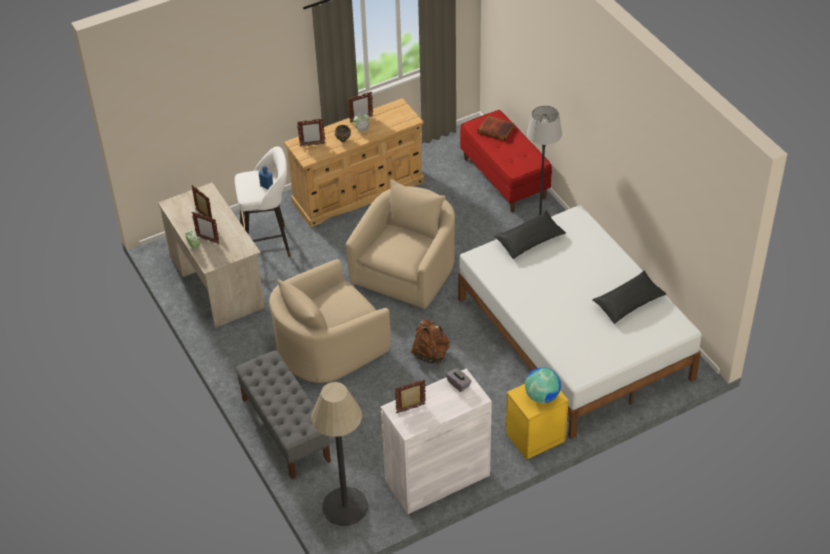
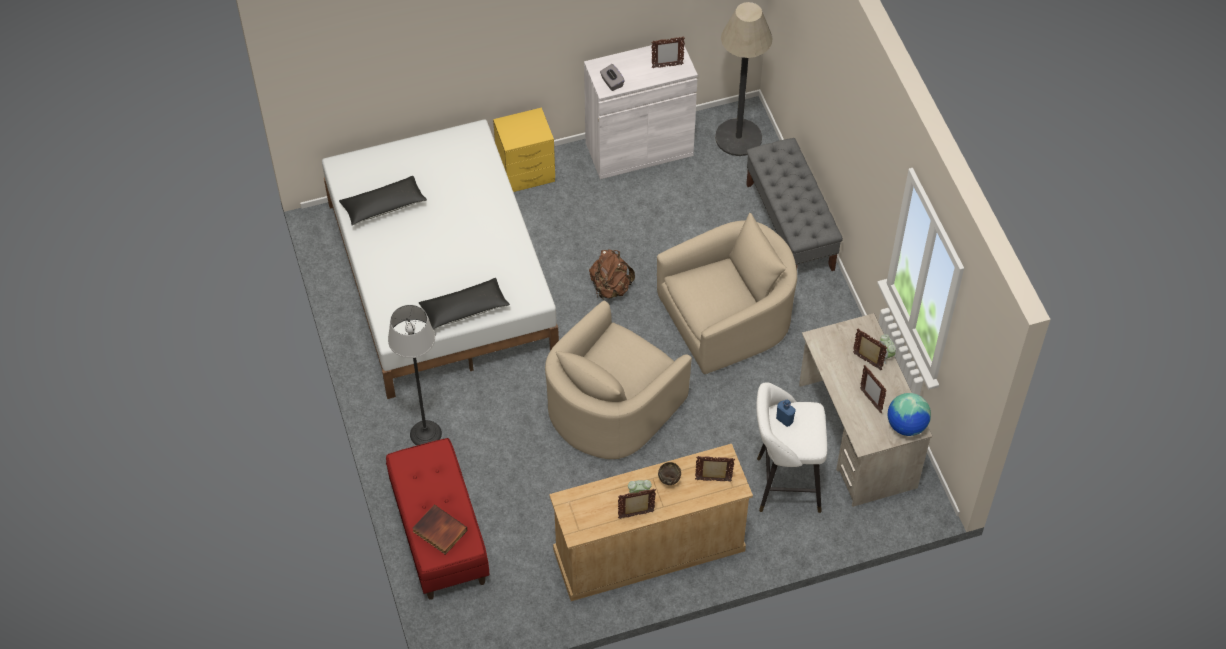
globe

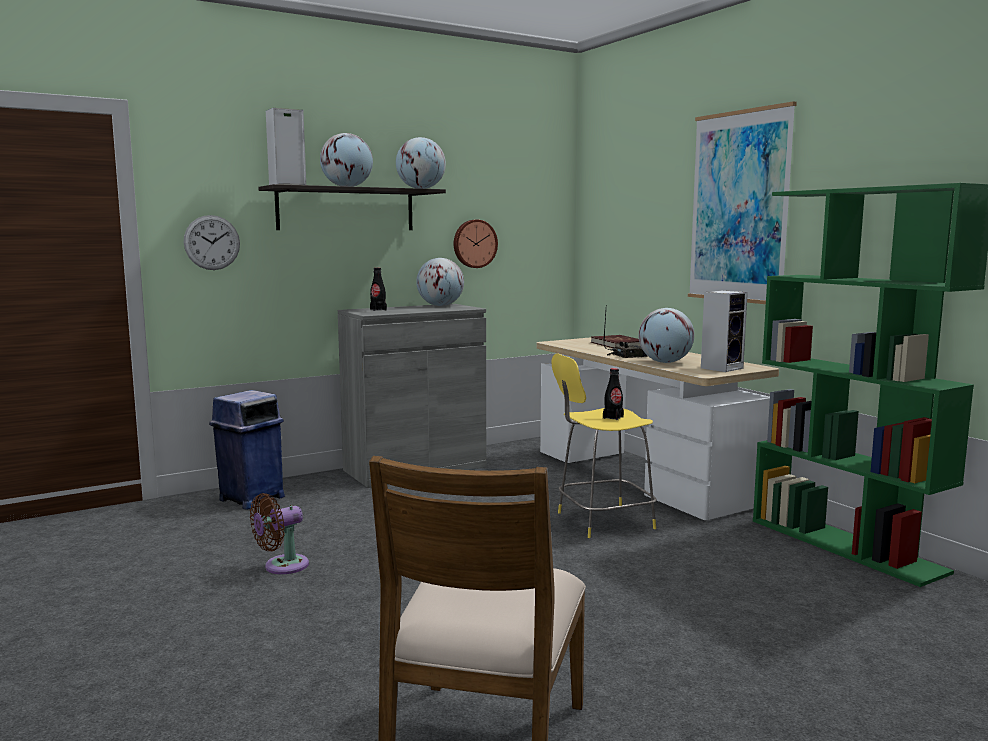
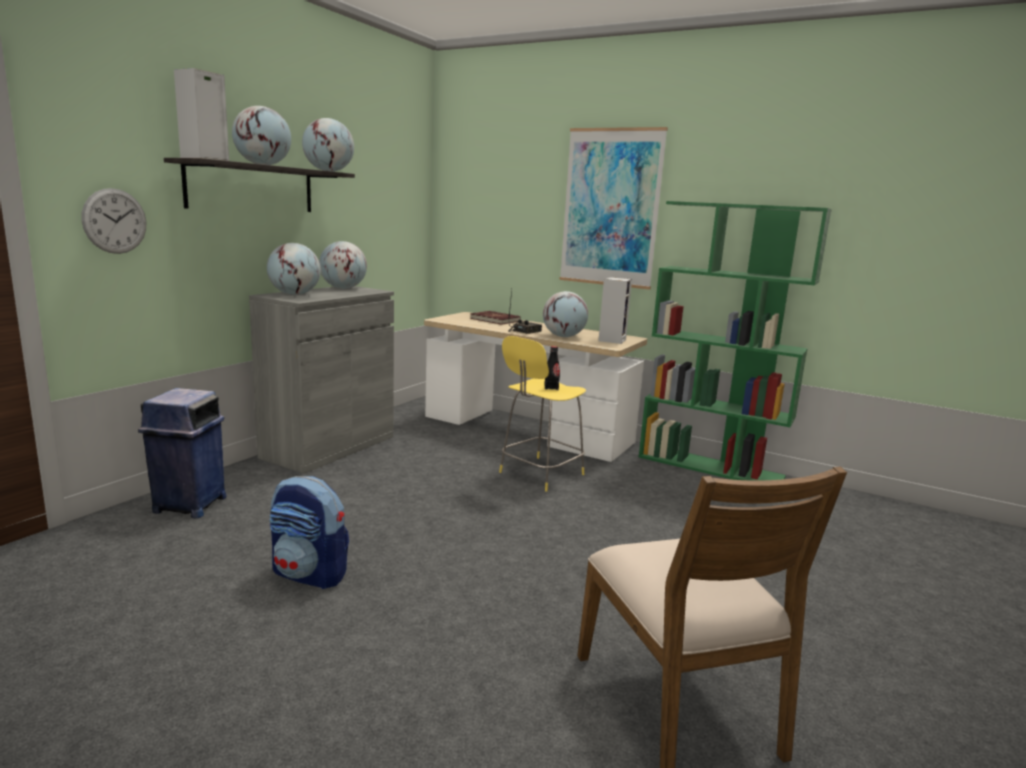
wall clock (no. 2 from left in the first image)
globe (no. 2 from left)
backpack

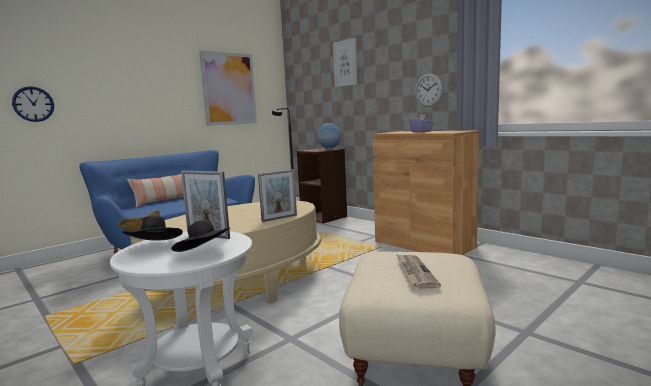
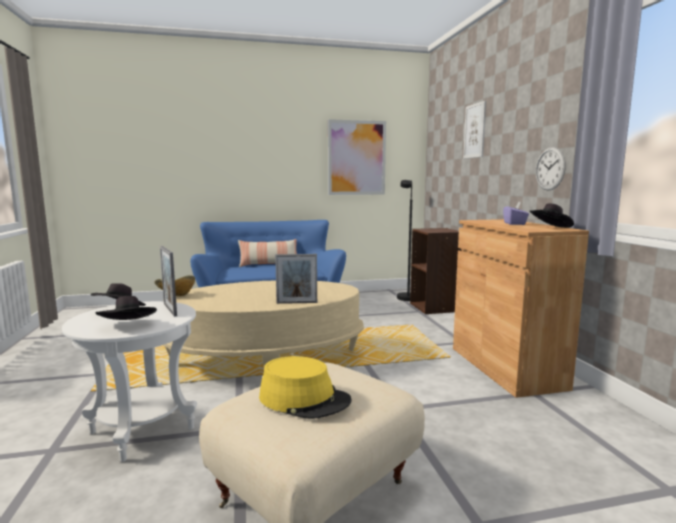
wall clock (no. 1 from left in the first image)
globe
yellow hat
black hat (no. 3 from left)

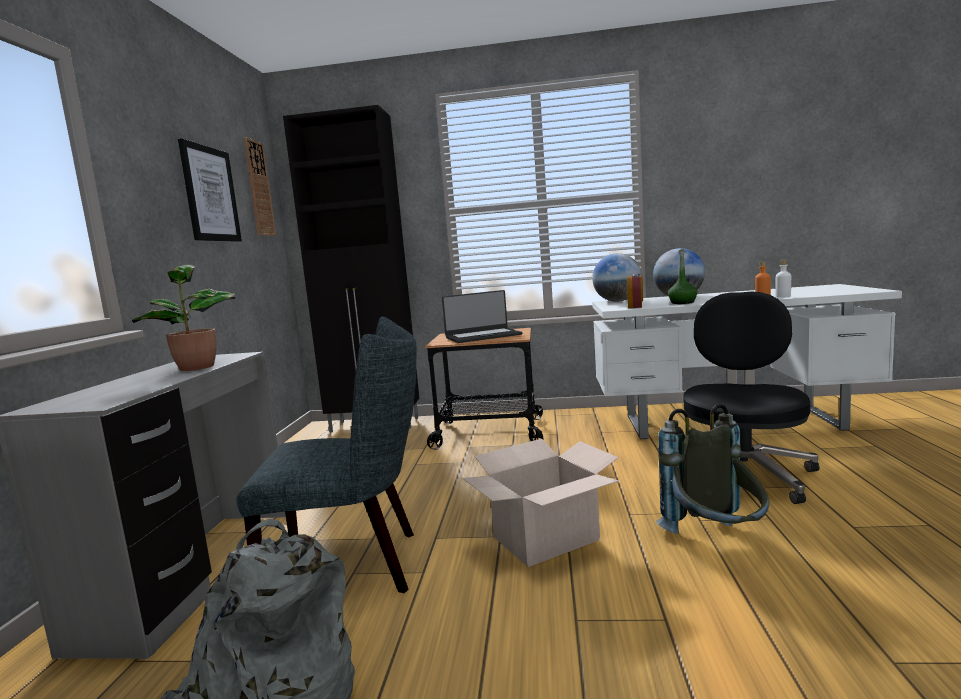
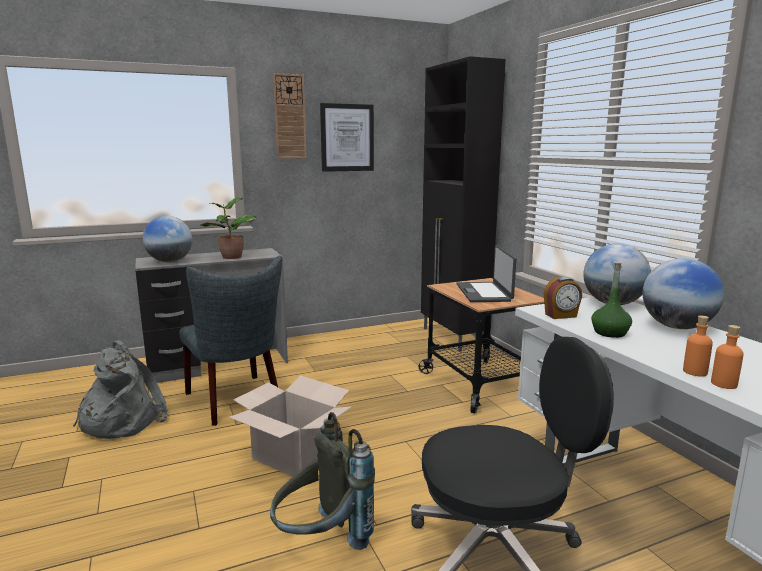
wall clock
orange bottle (no. 2 from left)
laptop
globe (no. 1 from left)

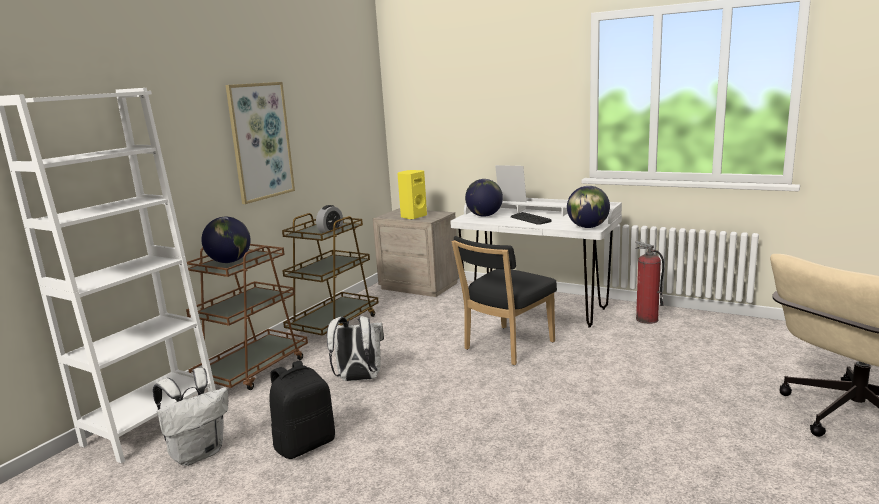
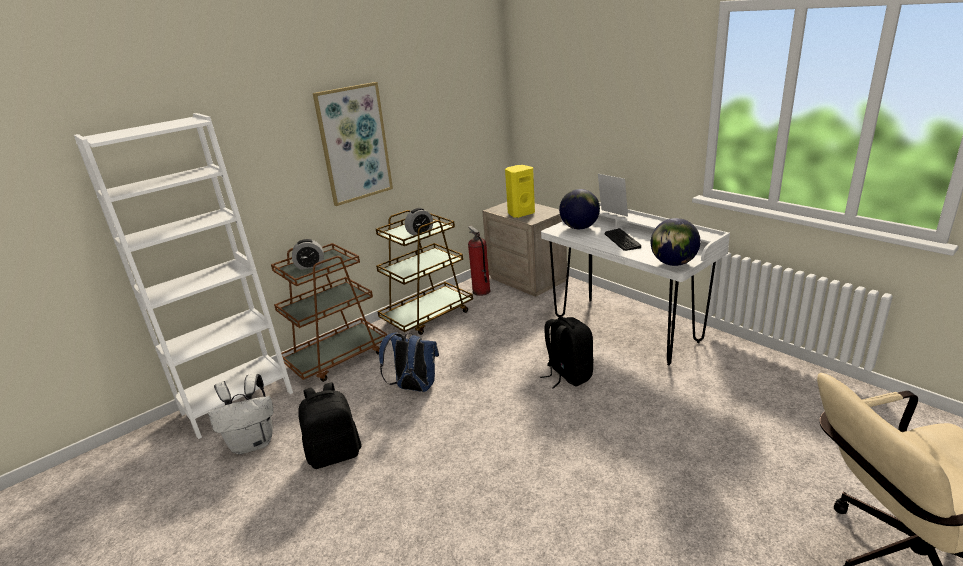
alarm clock (no. 1 from left)
black backpack (no. 2 from left)
fire extinguisher
blue backpack

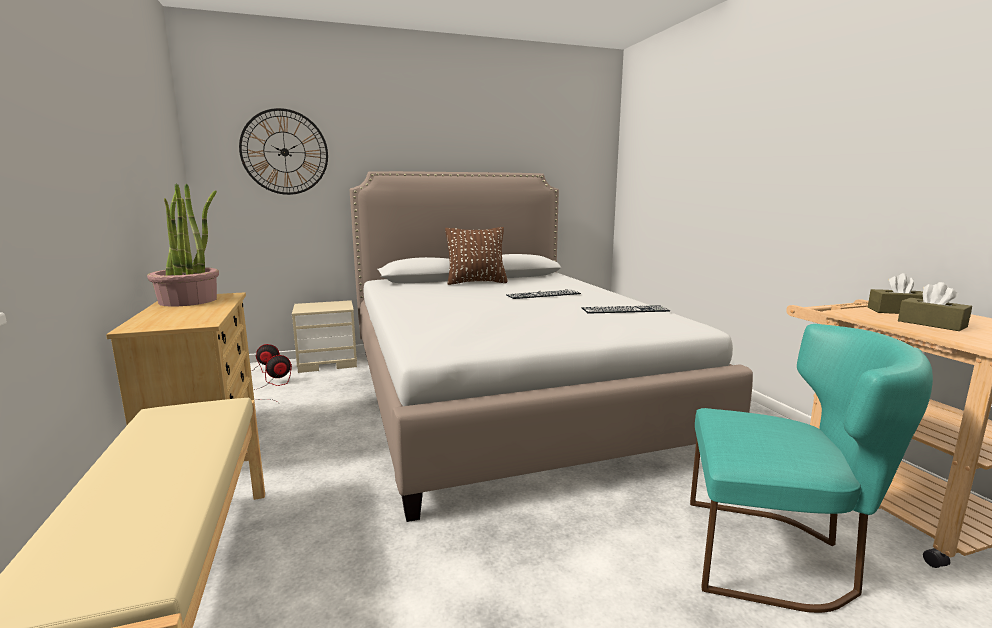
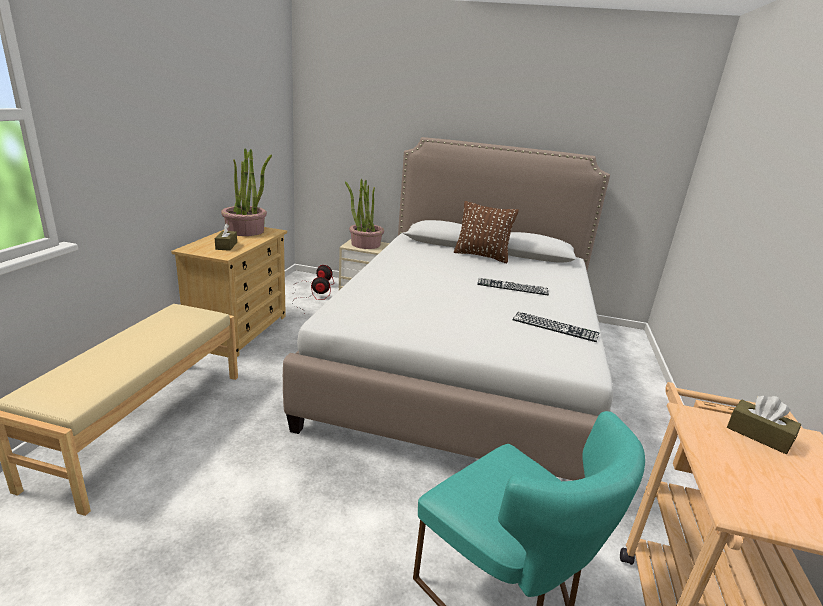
wall clock
brown tissue box (no. 1 from left)
potted plant (no. 2 from left)

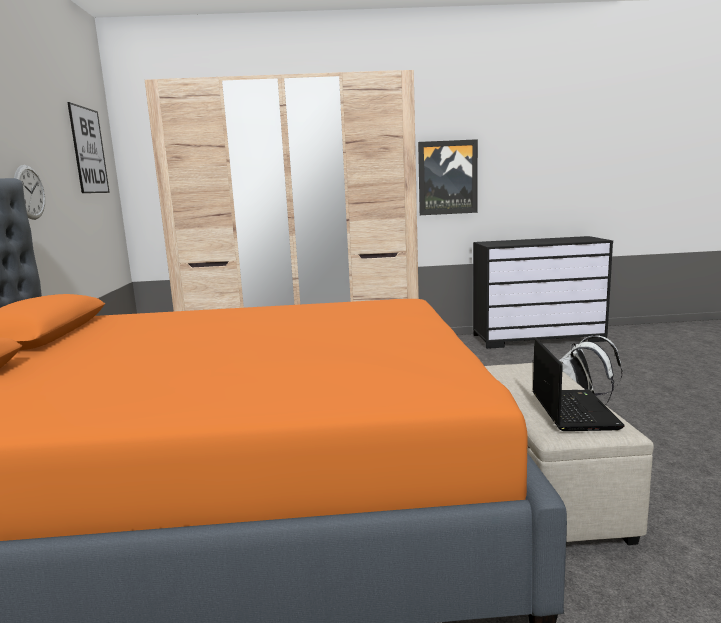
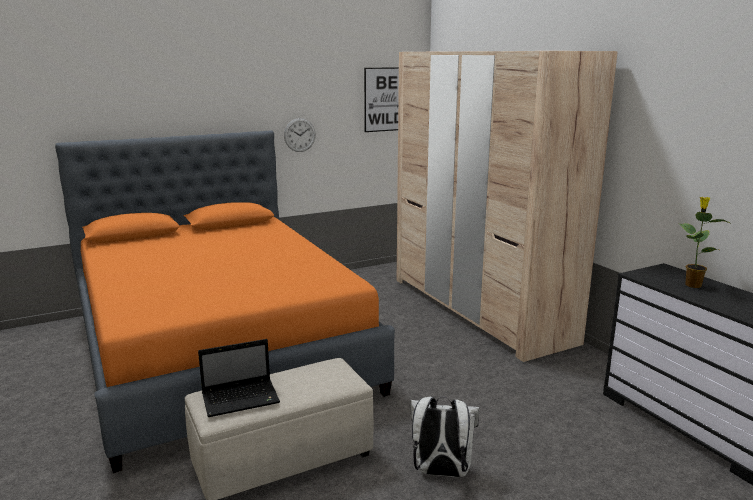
picture (no. 2 from left in the first image)
potted plant

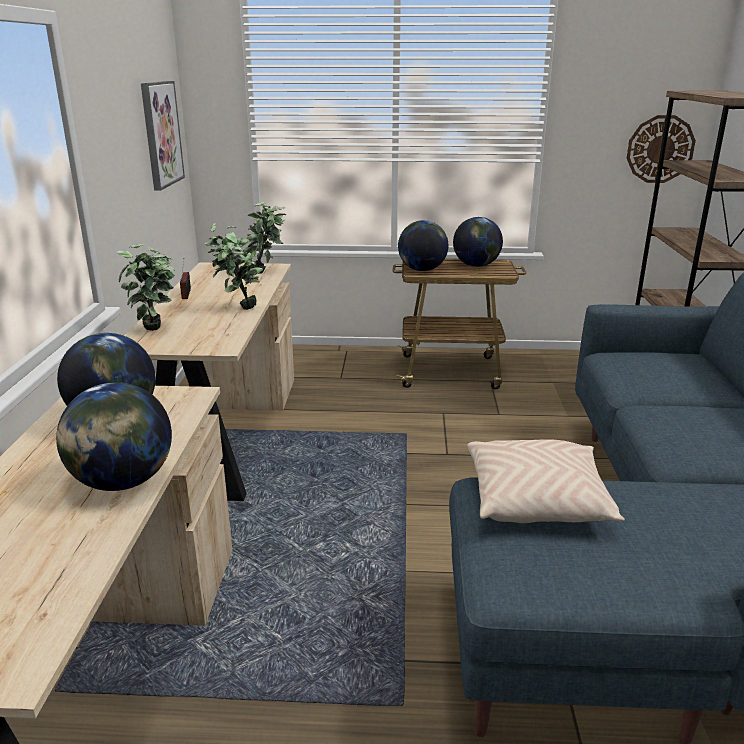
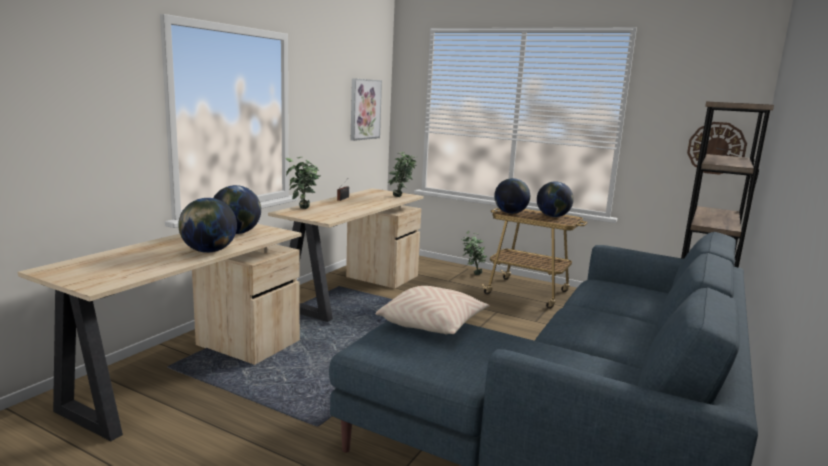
potted plant (no. 3 from left)

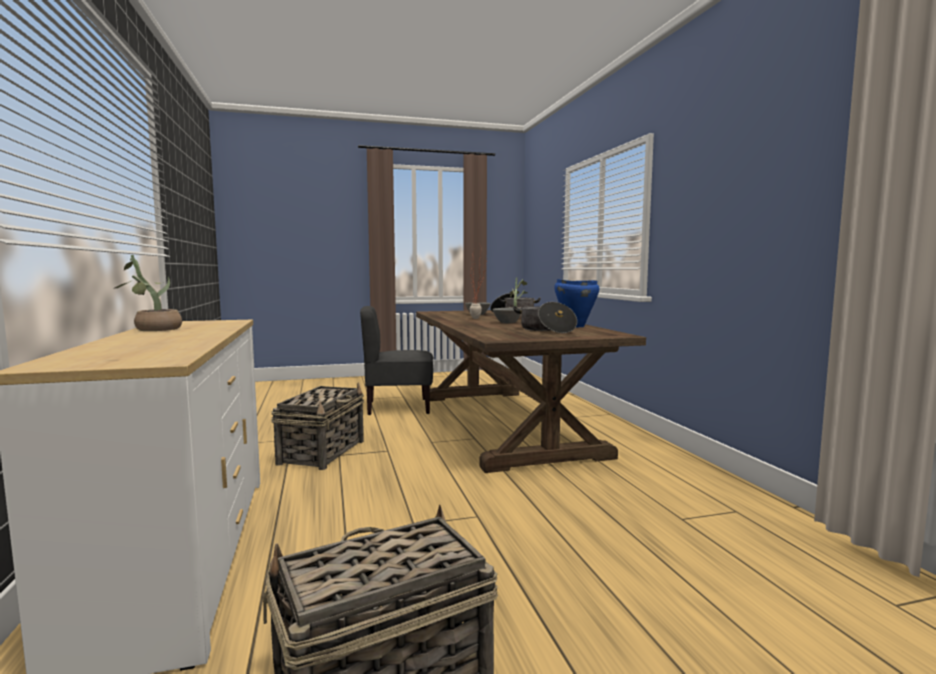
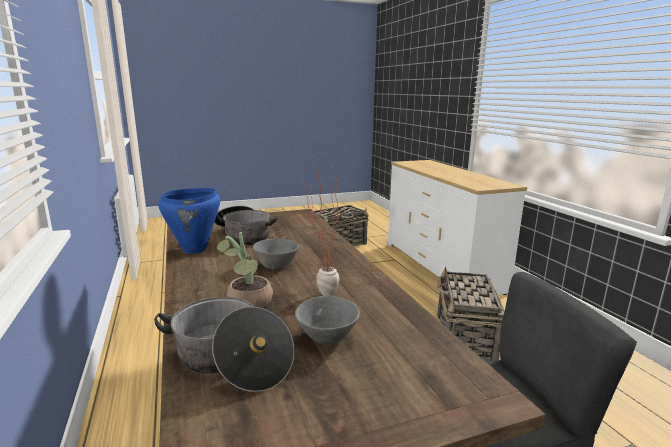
potted plant (no. 1 from left in the first image)

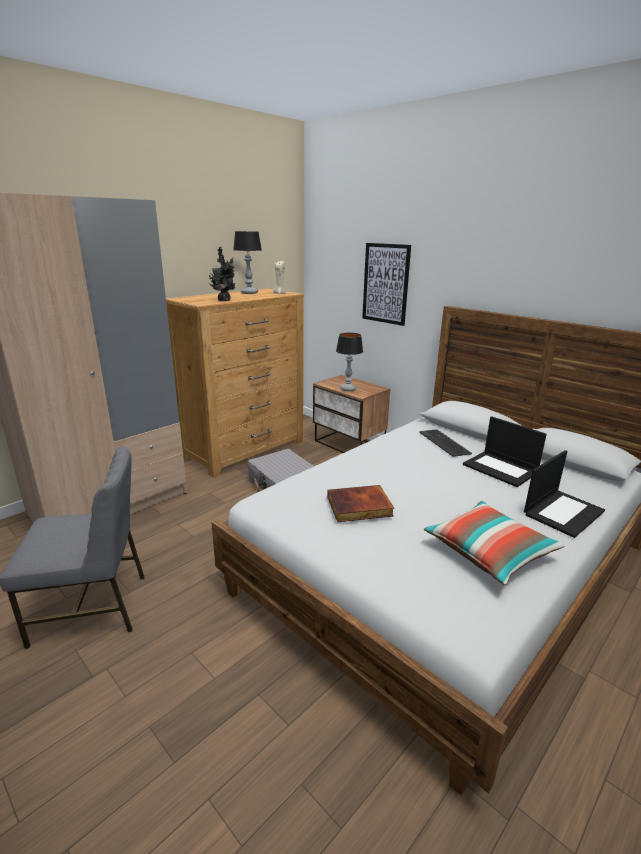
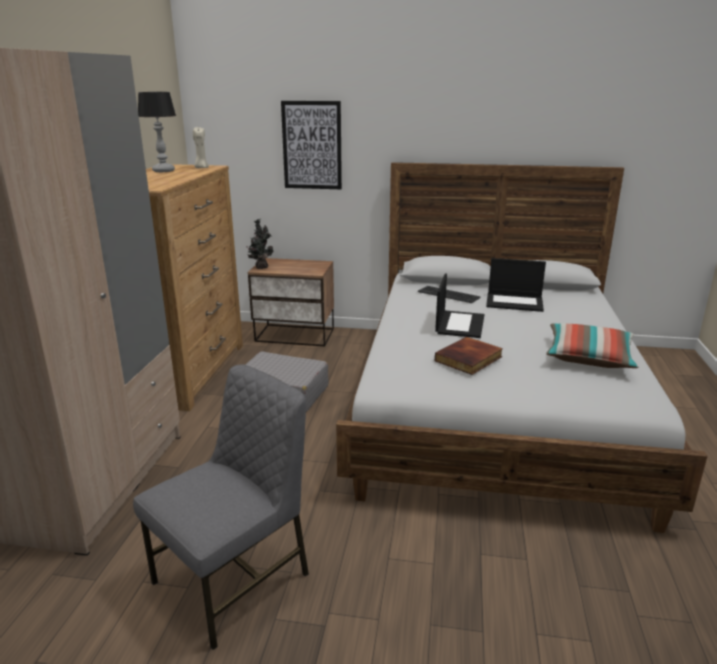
potted plant
table lamp (no. 2 from left in the first image)
laptop (no. 1 from left)

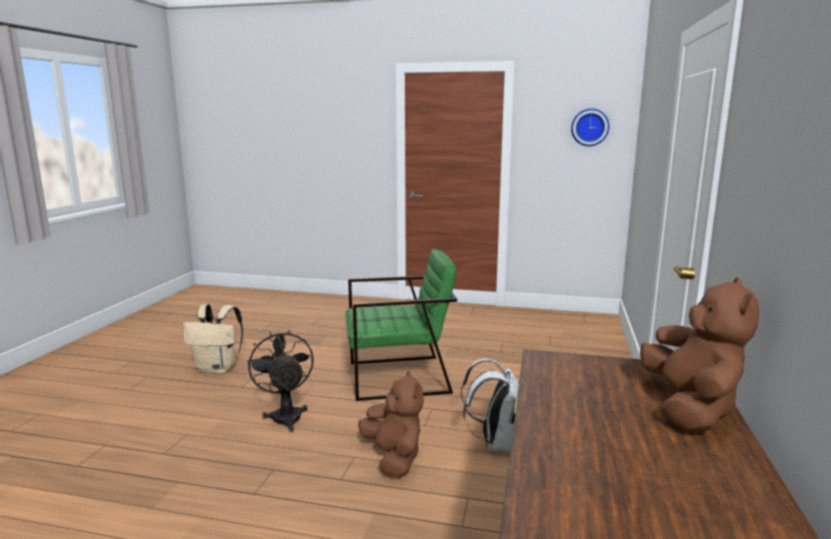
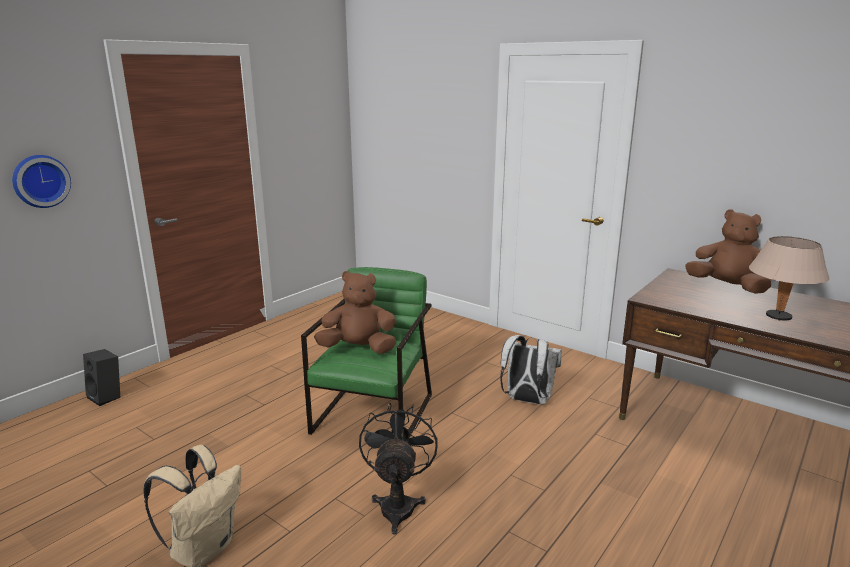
wall clock
black fan
brown plush toy (no. 1 from left)
beige table lamp
black speaker

